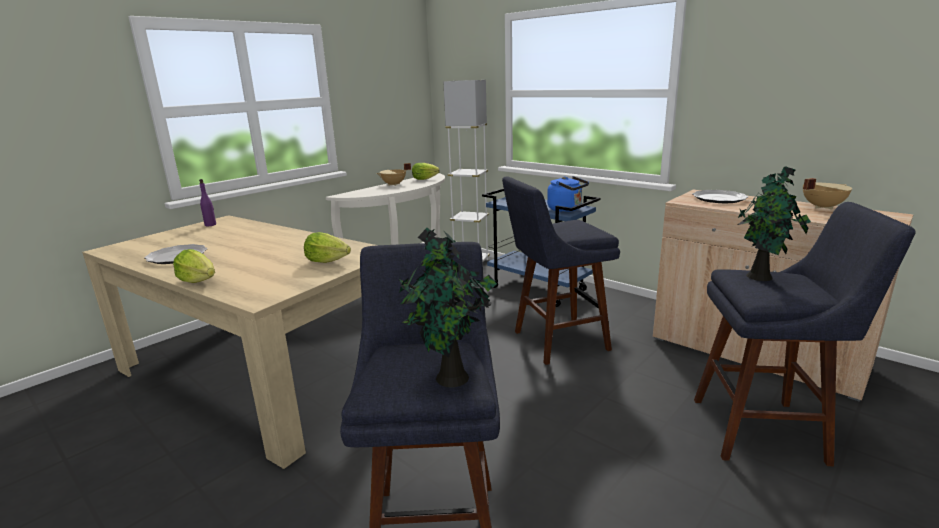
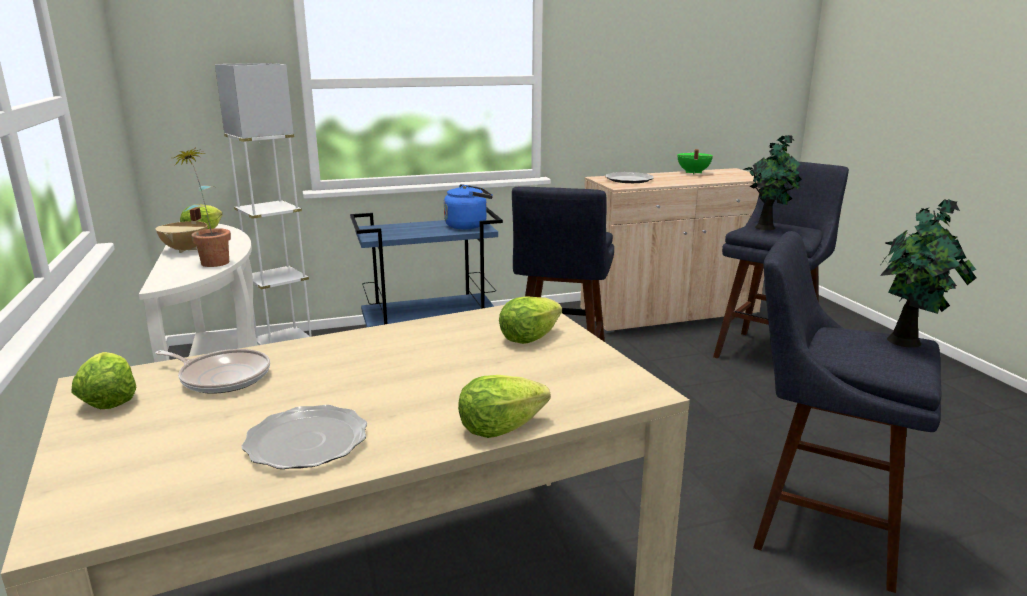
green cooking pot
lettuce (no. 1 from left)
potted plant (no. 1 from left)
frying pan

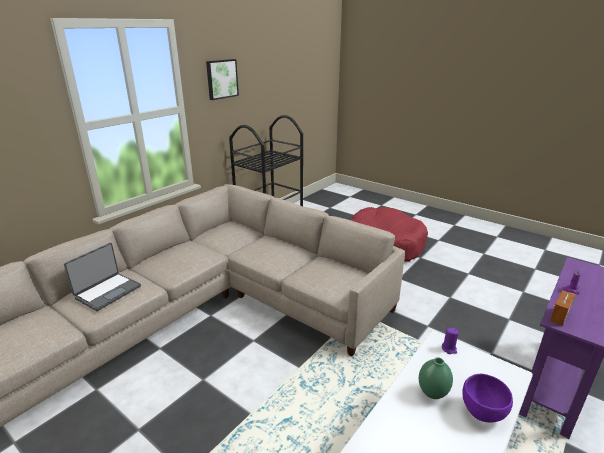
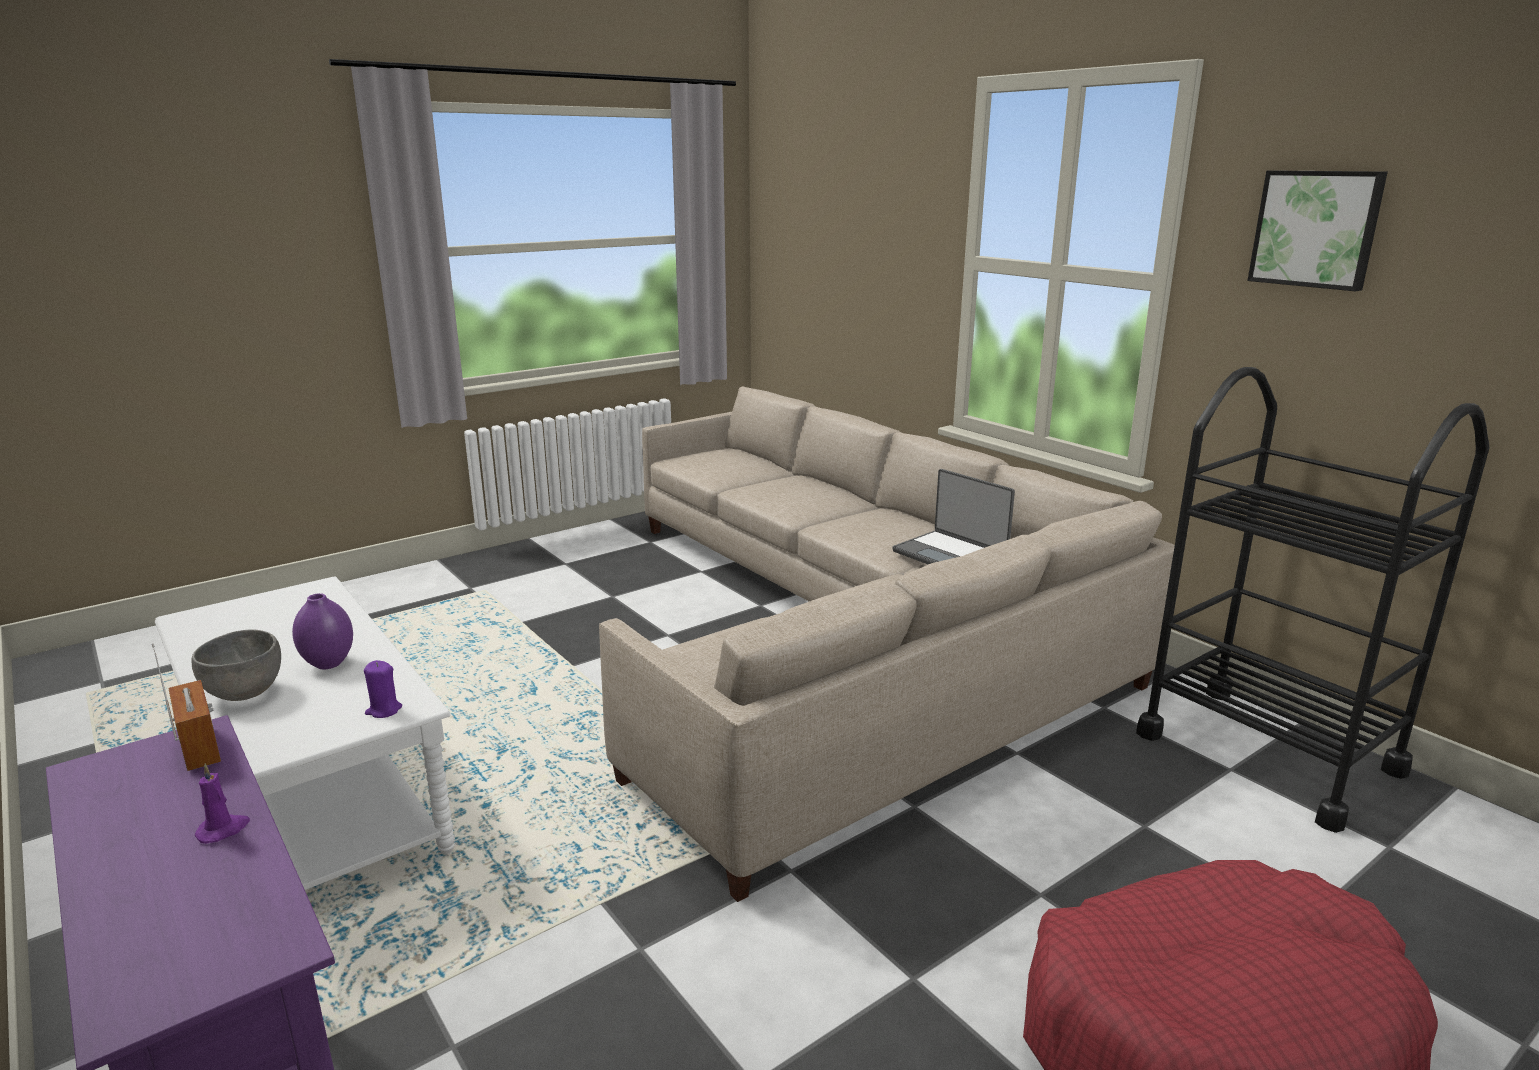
laptop
purple vase
grey bowl

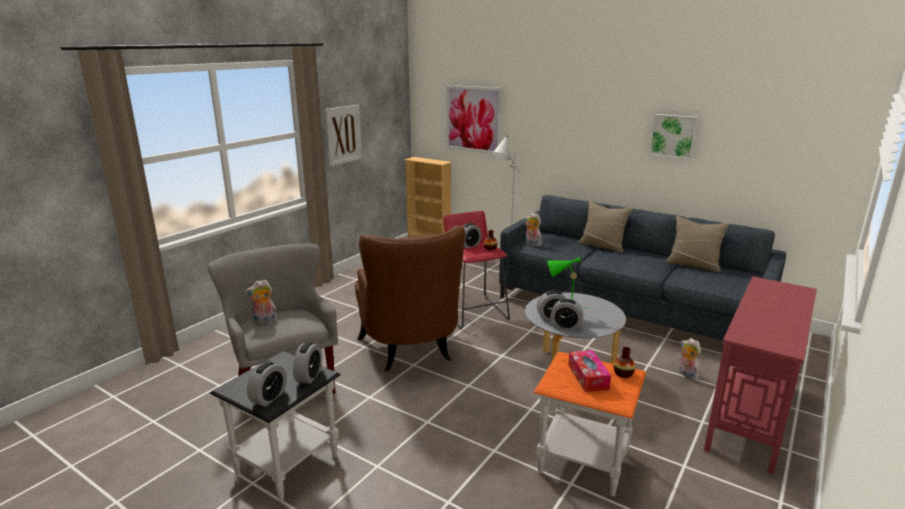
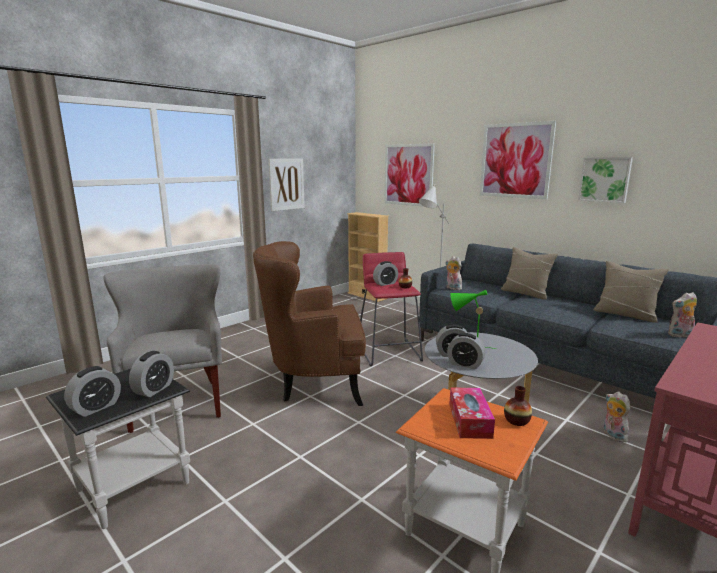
brown armchair
plush toy (no. 3 from left)
picture (no. 3 from left)

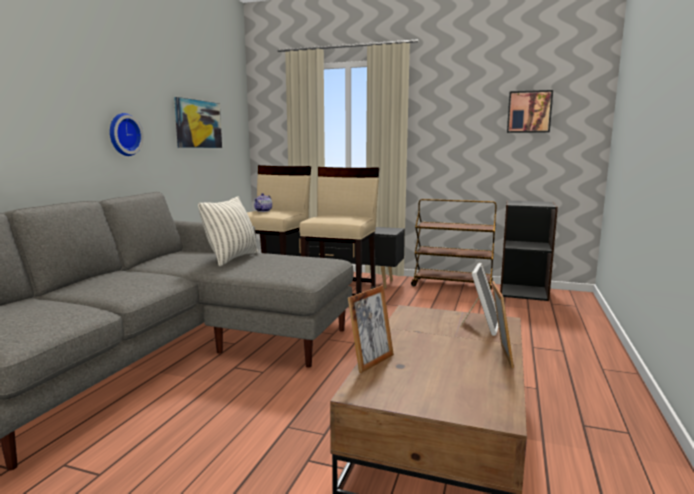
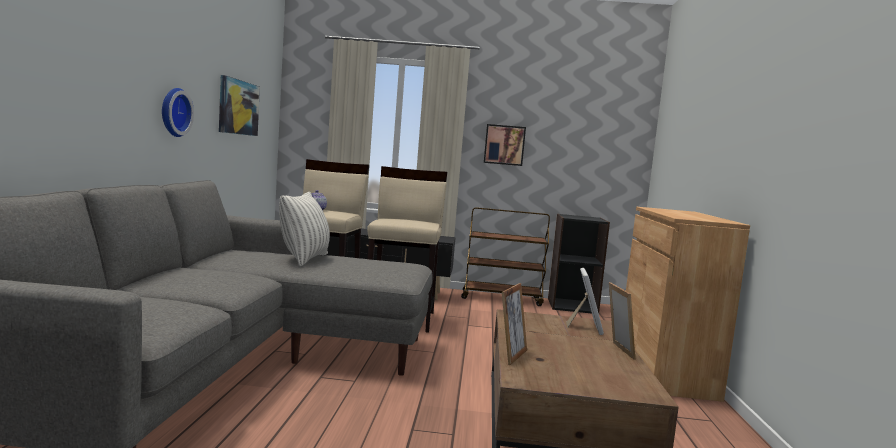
picture (no. 2 from left)
brown cabinet

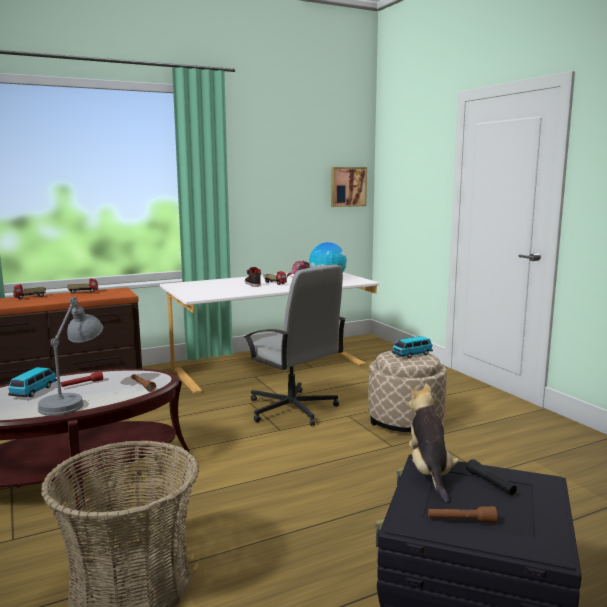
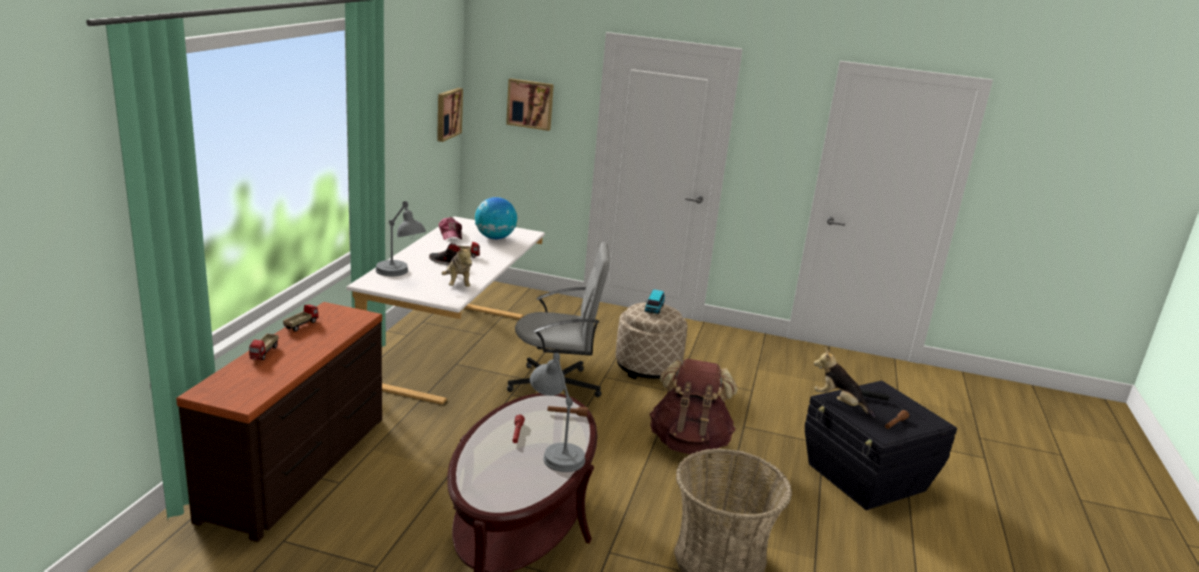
toy car (no. 1 from left in the first image)
picture (no. 2 from left)
grey table lamp (no. 1 from left)
plush toy (no. 1 from left)
brown backpack

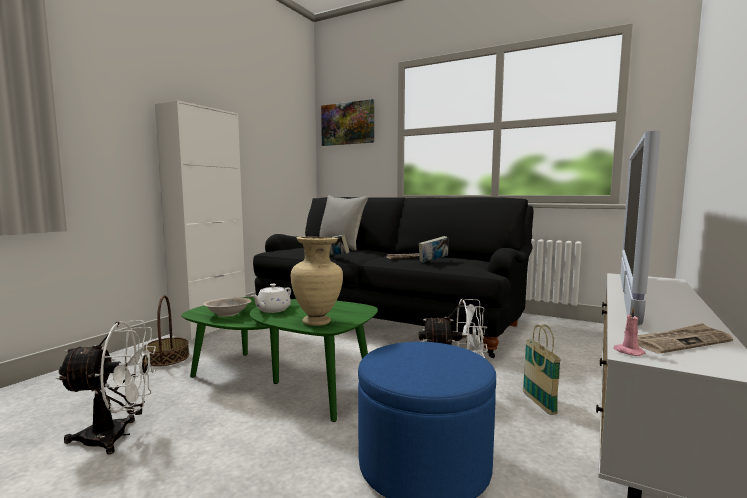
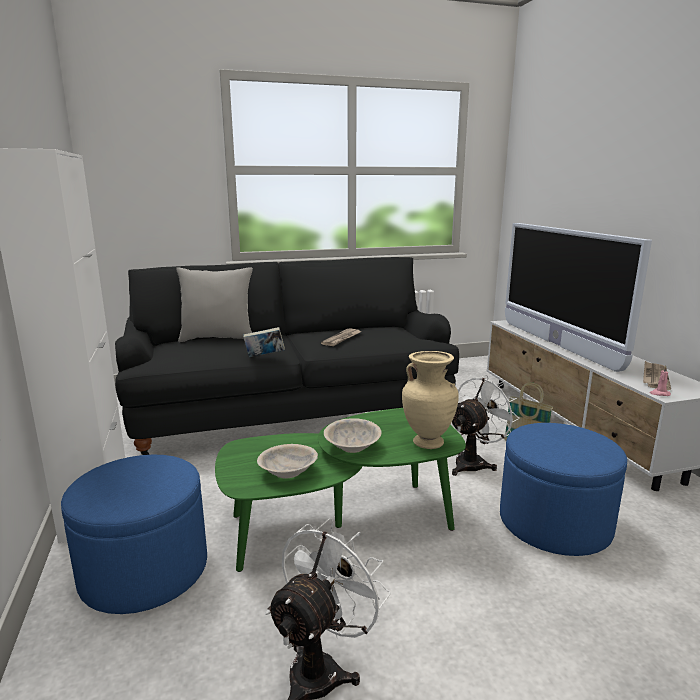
picture
book (no. 2 from left in the first image)
beige bowl (no. 2 from left)
blue ottoman (no. 1 from left)

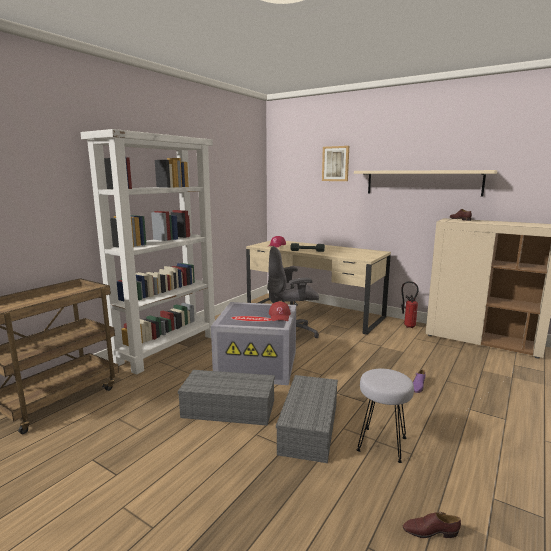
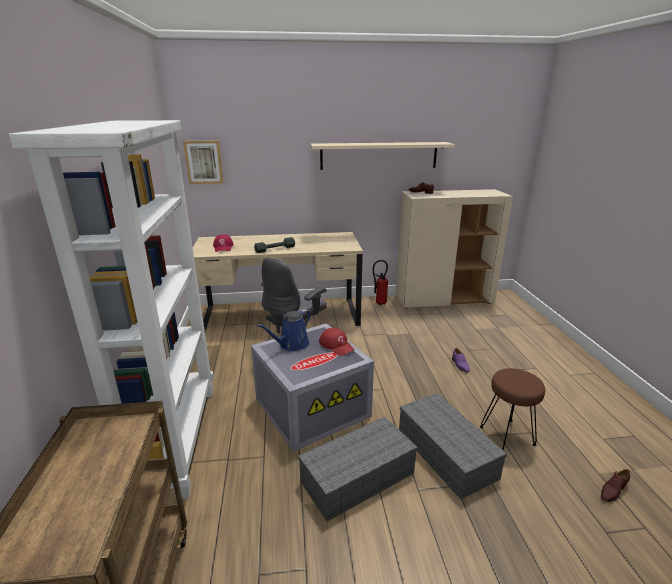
picture
brown stool
blue watering can

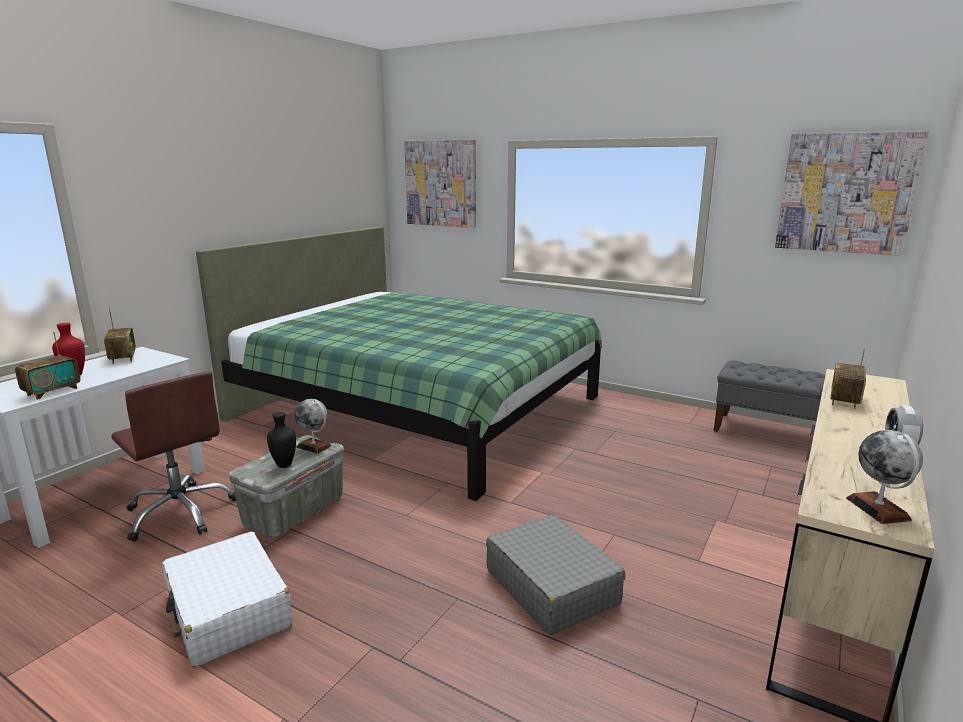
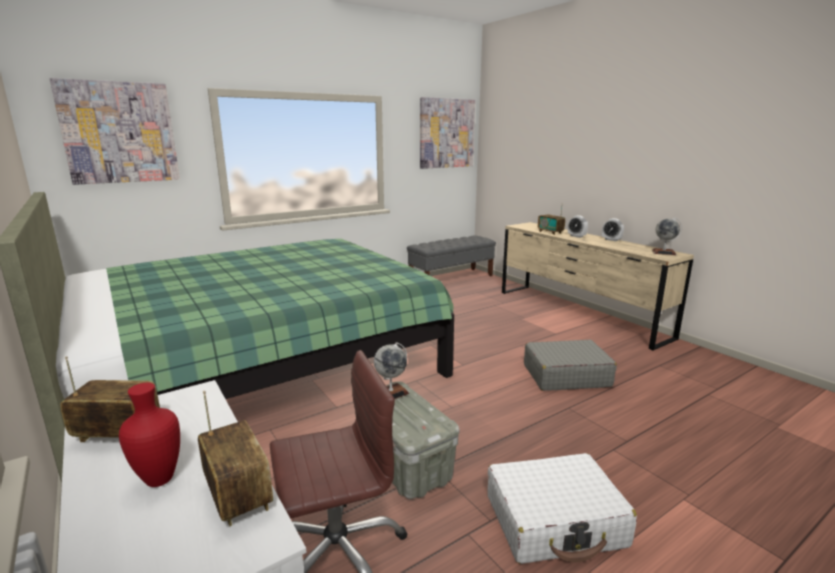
black vase
alarm clock (no. 1 from left)

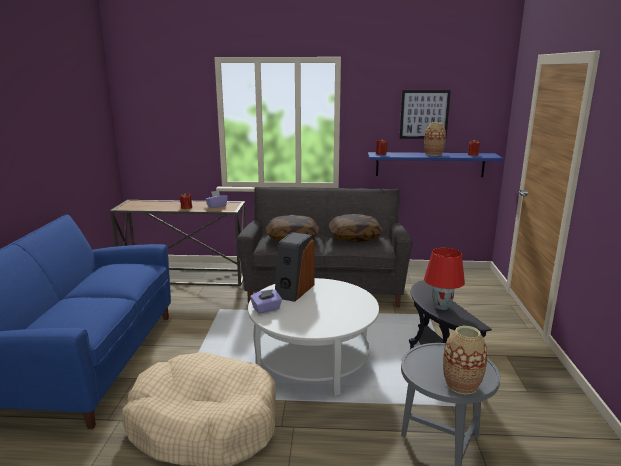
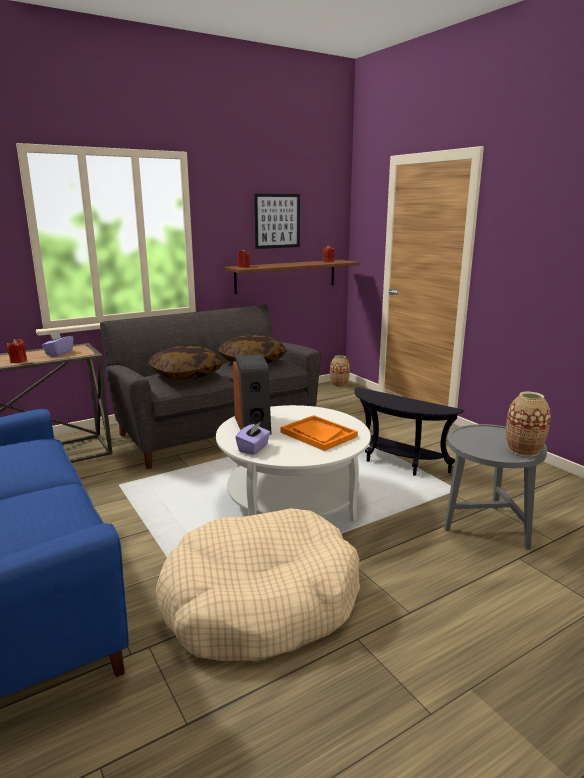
vase (no. 1 from left)
brown shelf
red table lamp
orange tray

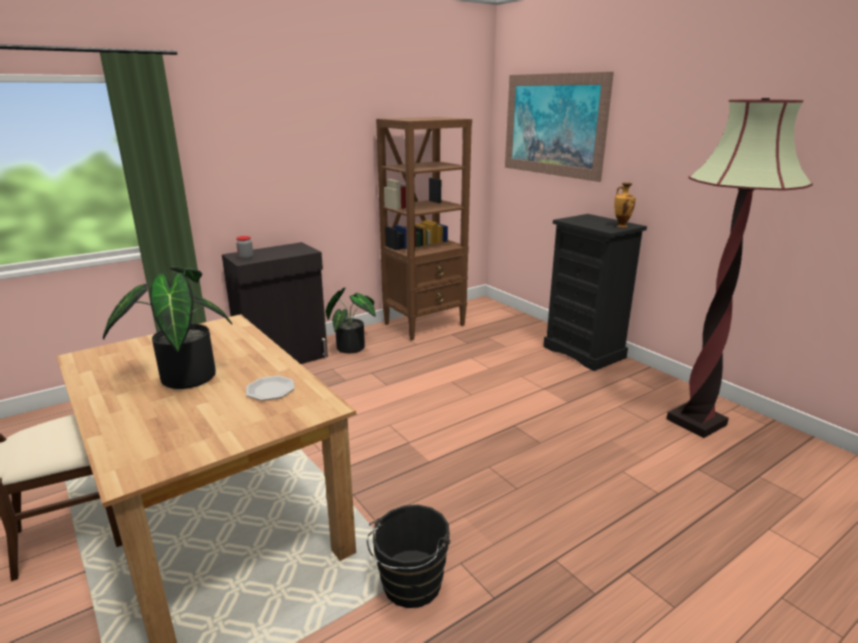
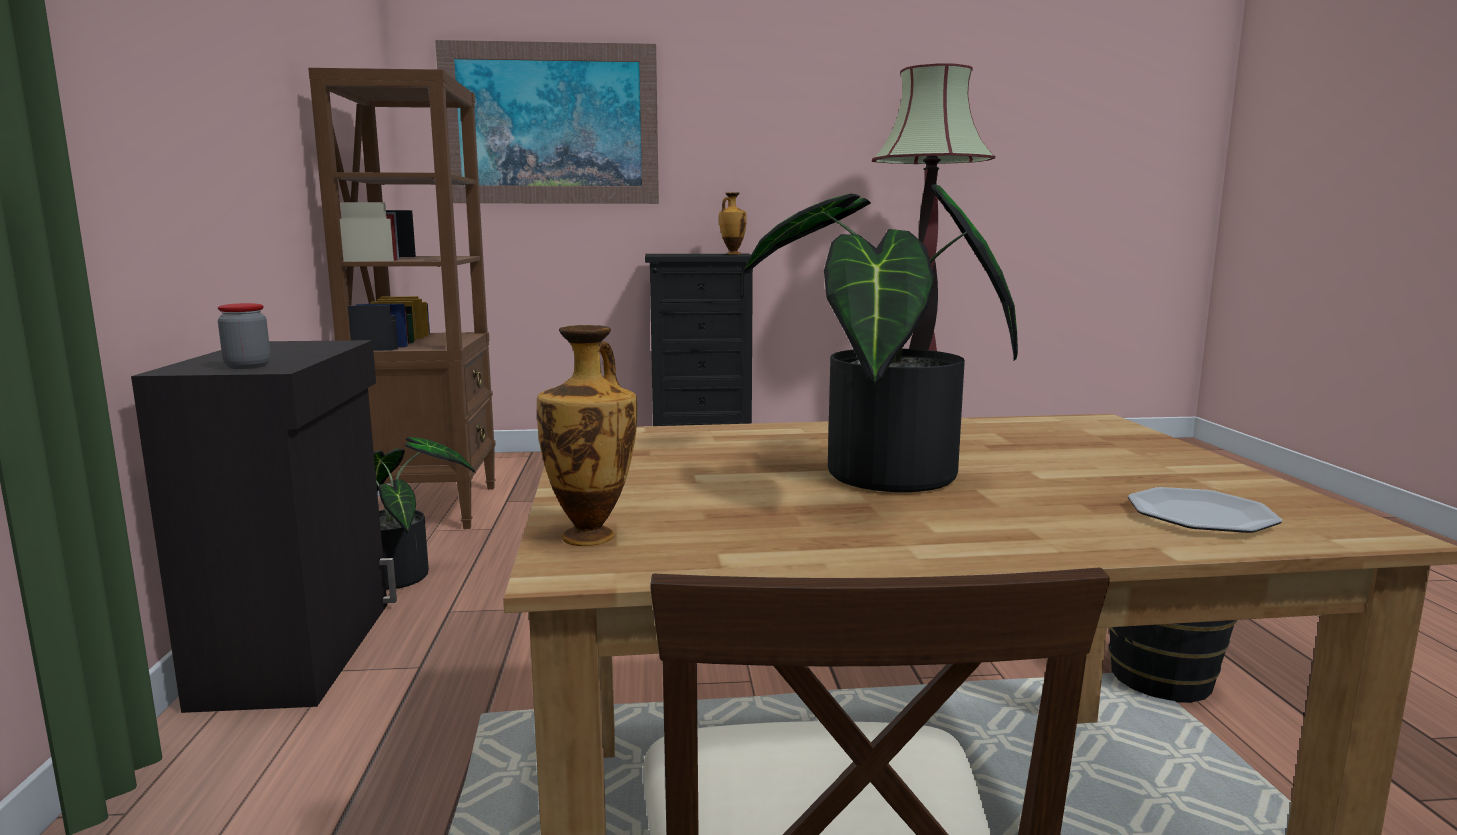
plate
vase (no. 1 from left)

